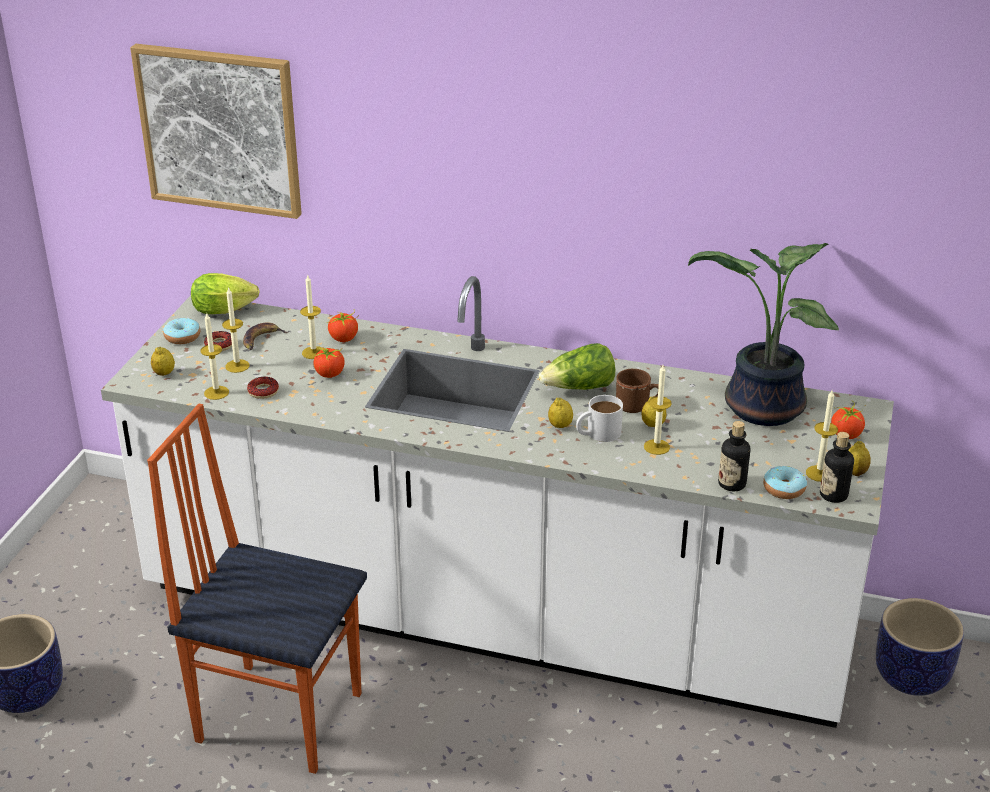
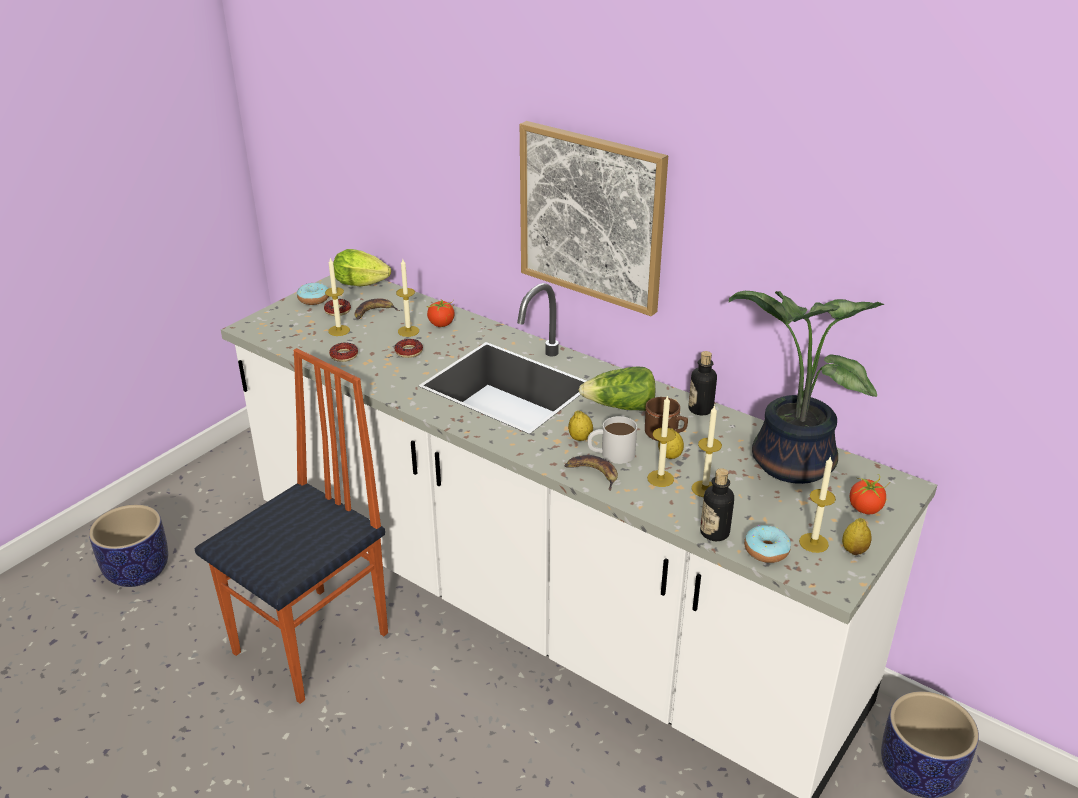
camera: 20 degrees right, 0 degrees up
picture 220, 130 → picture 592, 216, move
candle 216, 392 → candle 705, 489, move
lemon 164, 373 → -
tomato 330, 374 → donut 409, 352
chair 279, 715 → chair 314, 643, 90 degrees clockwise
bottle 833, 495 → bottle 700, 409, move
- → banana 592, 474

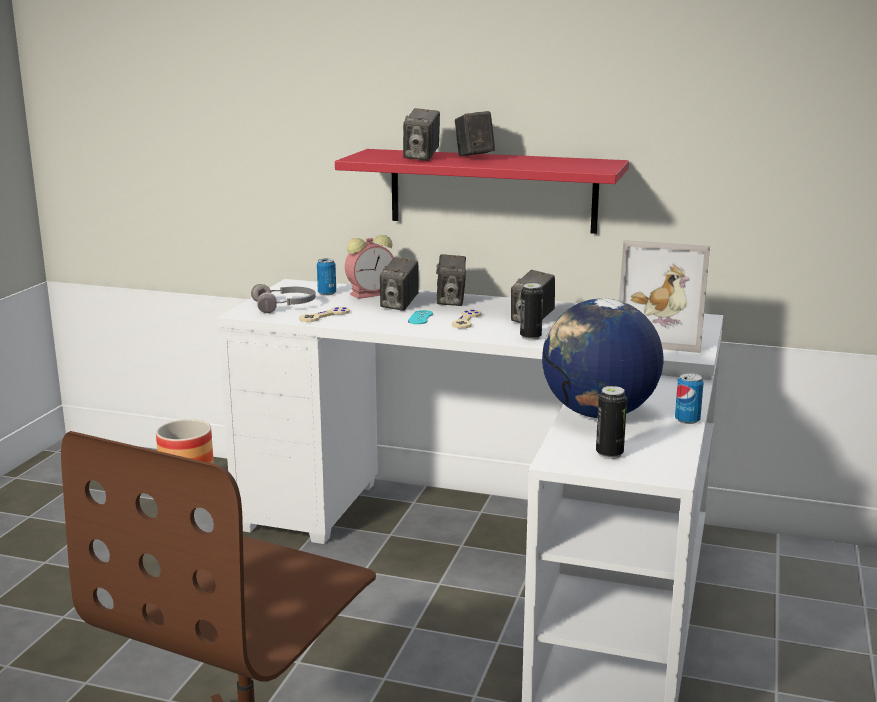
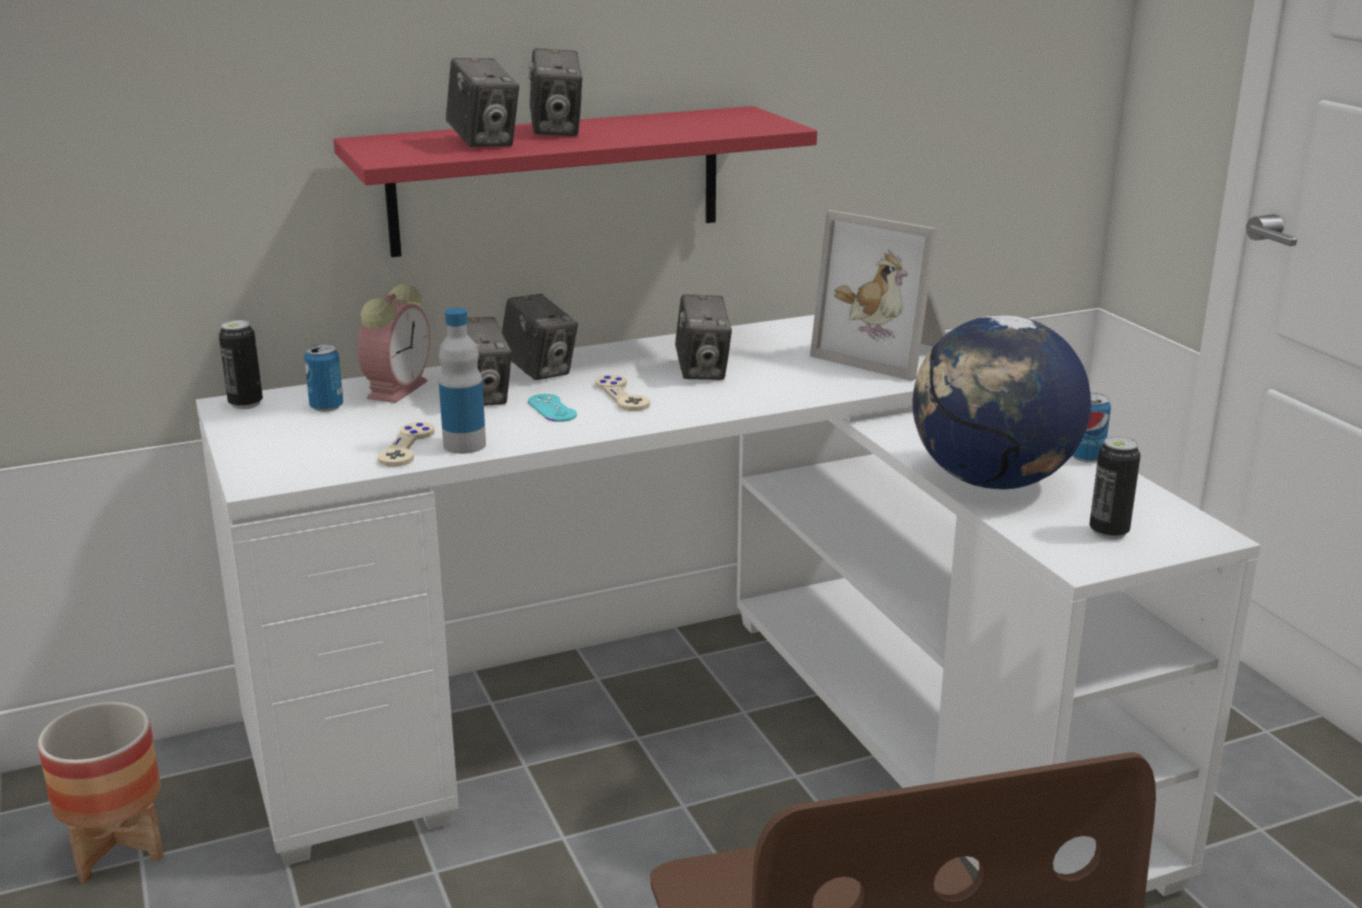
camera: 40 degrees left, 5 degrees up
photo camera 474, 158 → photo camera 556, 131, 135 degrees counterclockwise
picture frame 661, 337 → picture frame 888, 353, 60 degrees clockwise
can 530, 337 → can 245, 404, move
grey headphones 285, 305 → -
- → bottle 464, 445

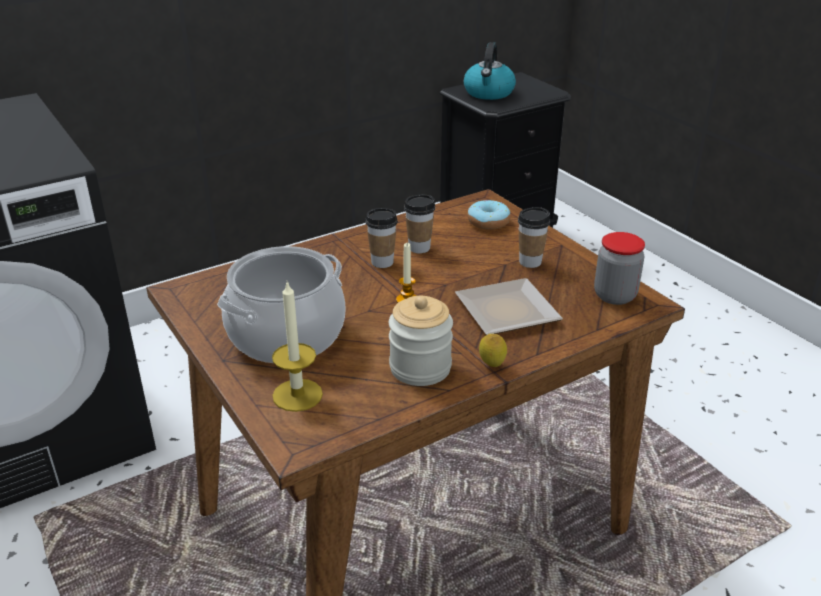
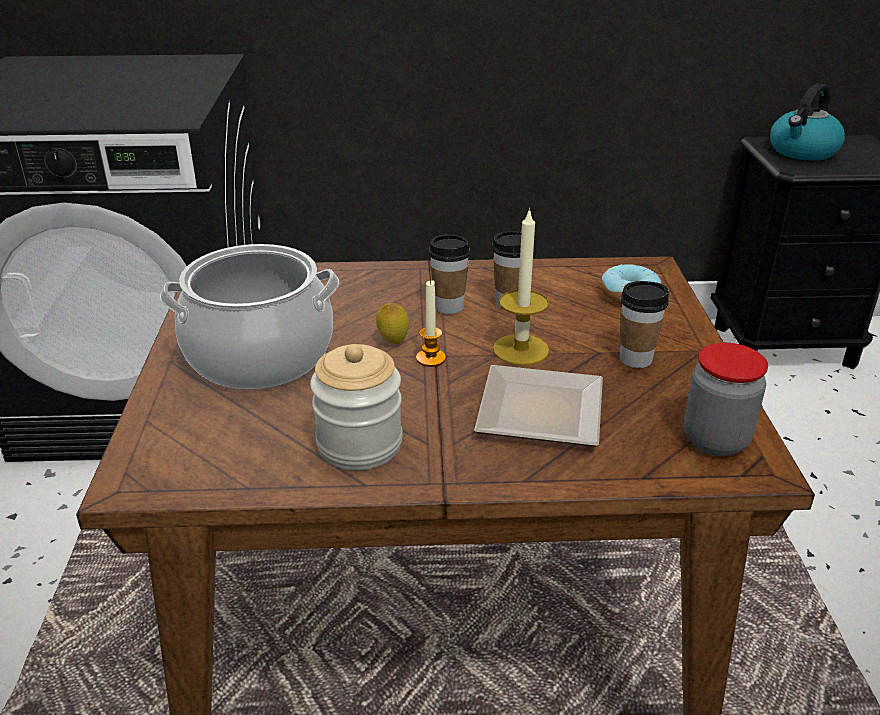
camera: 30 degrees right, 0 degrees up
candle 297, 395 → candle 521, 349, move
lemon 492, 365 → lemon 393, 342, move

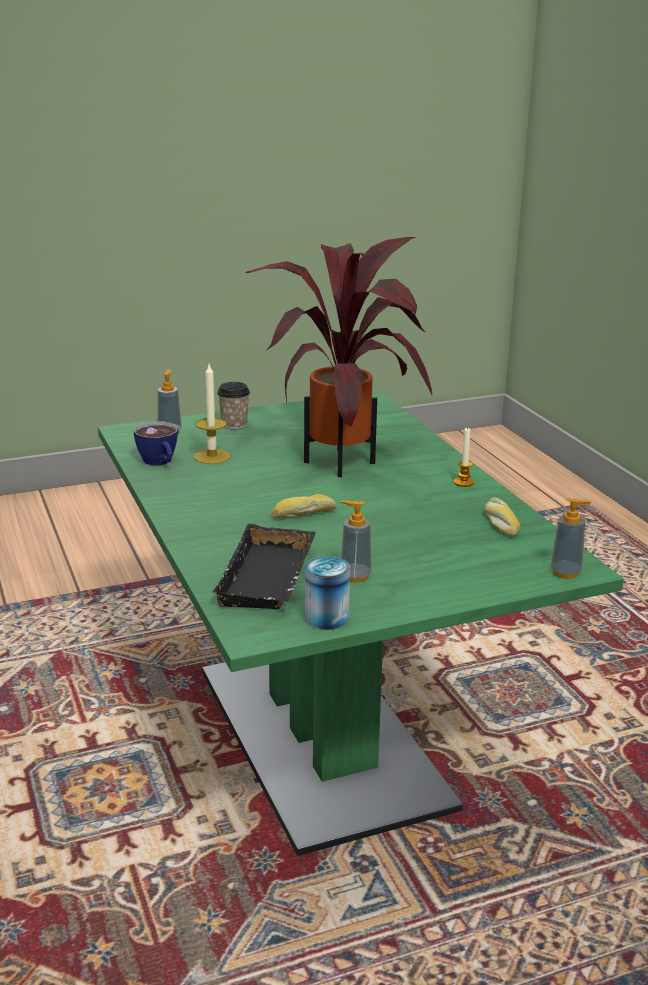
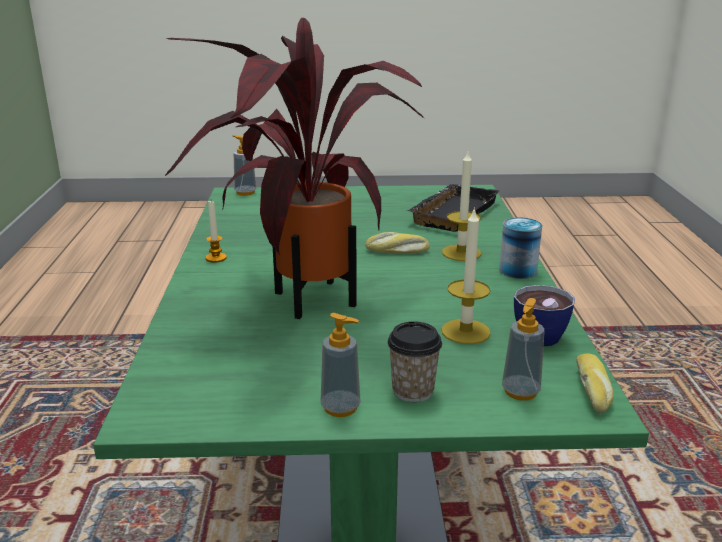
camera: 160 degrees left, 0 degrees up
bread 499, 523 → bread 594, 390, move
soap dispenser 355, 576 → soap dispenser 340, 407, move
can 326, 618 → can 518, 270, move
- → candle 461, 253

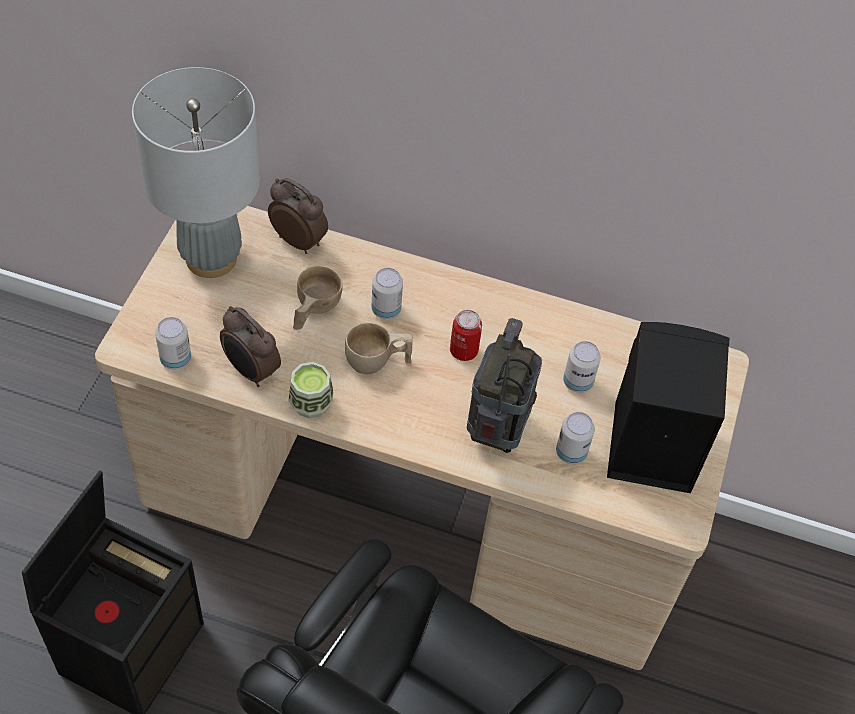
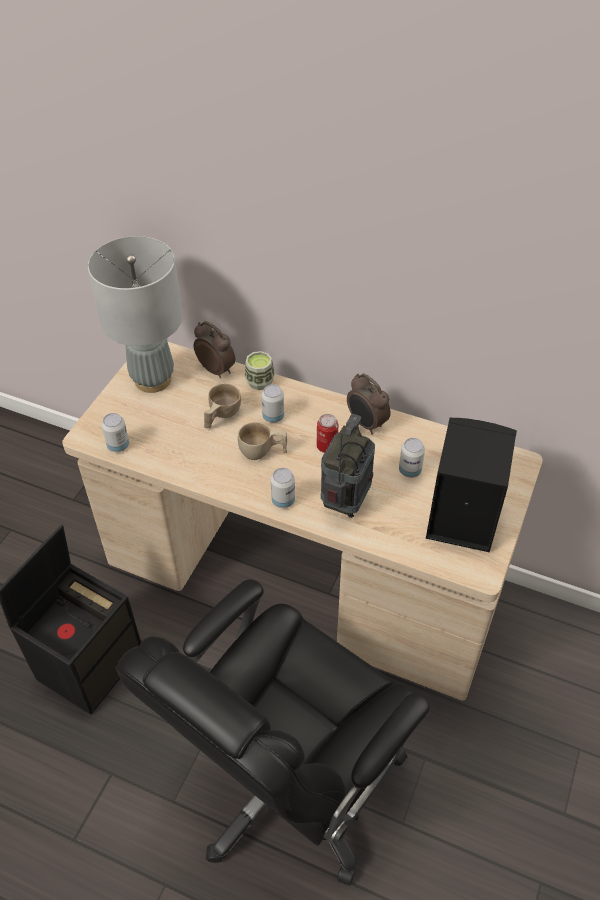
camera: 10 degrees right, 5 degrees down
alarm clock 251, 371 → alarm clock 366, 424, move
cup 311, 404 → cup 260, 382, move
can 571, 452 → can 283, 500, move

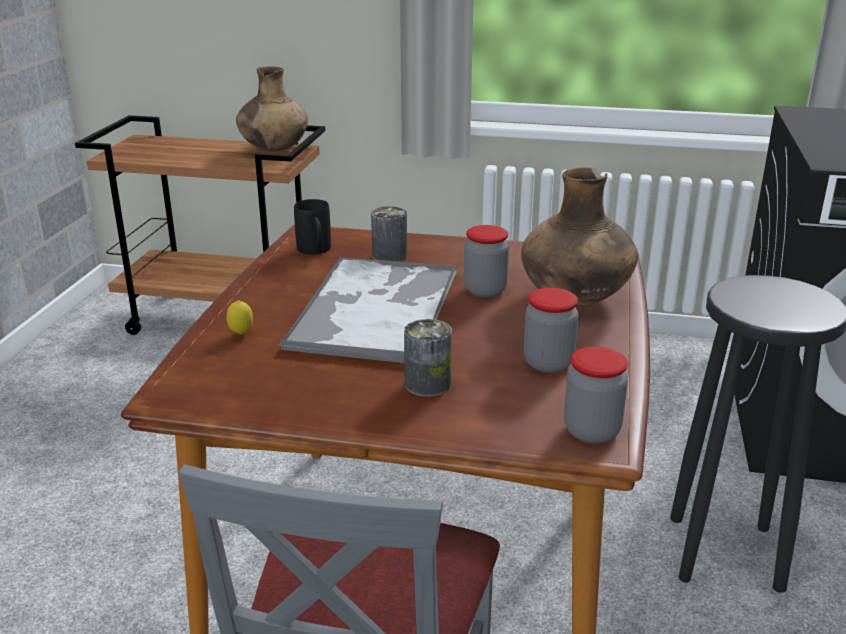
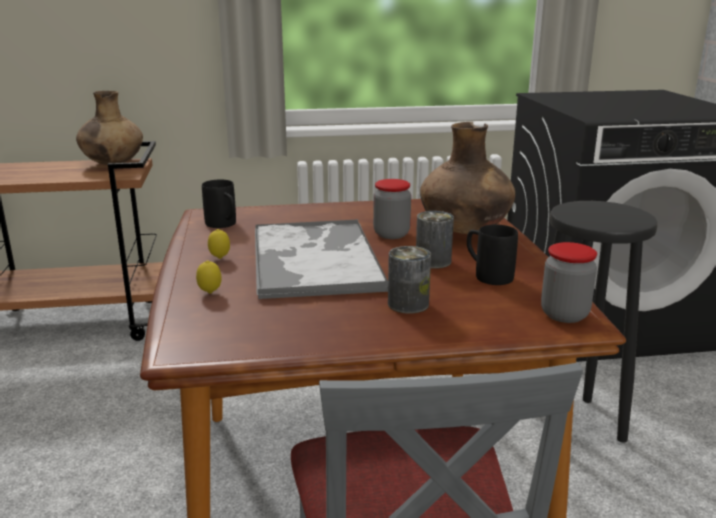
camera: 20 degrees left, 5 degrees down
can 389, 256 → can 433, 261, move
jar 548, 363 → black mug 487, 275
- → lemon 220, 258

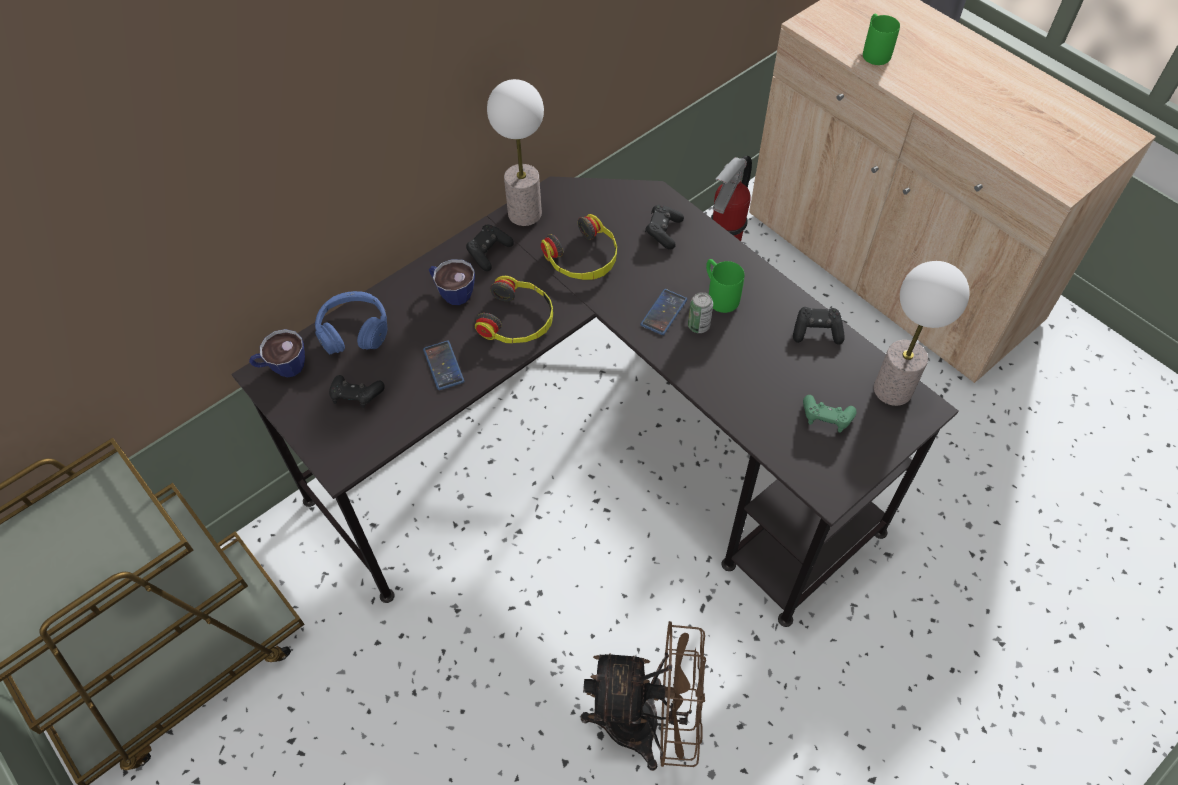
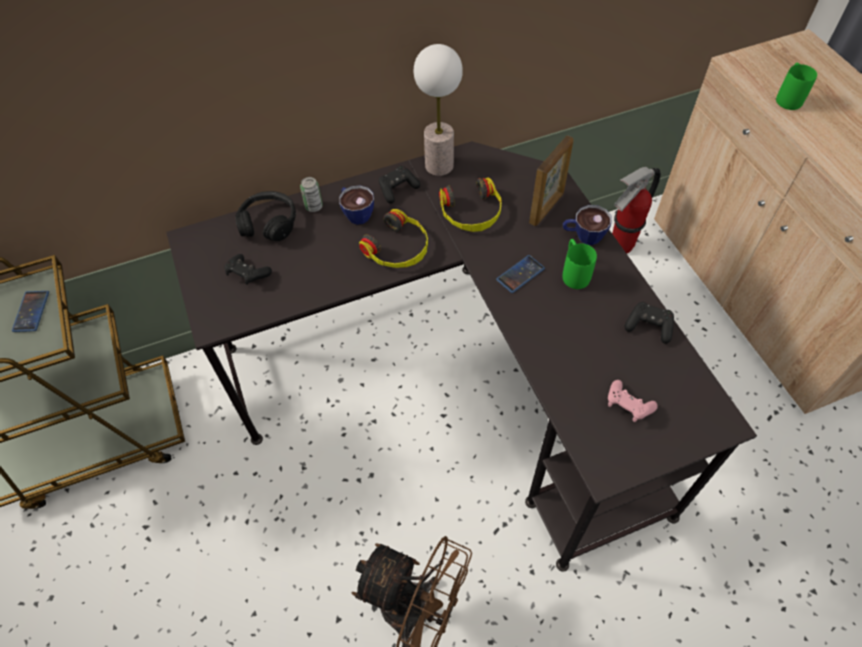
camera: 20 degrees right, 0 degrees up
black game controller 663, 232 → picture frame 547, 208
table lamp 892, 390 → -
blue headphones 354, 330 → black headphones 269, 223
can 698, 326 → can 314, 206, move
cup 282, 367 → cup 583, 236, move
phone 443, 365 → phone 31, 311, move
green game controller 826, 419 → pink game controller 627, 406

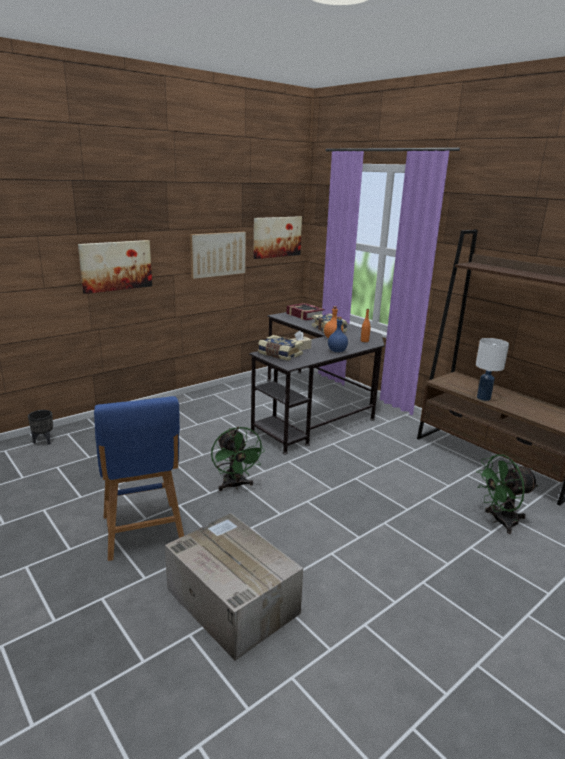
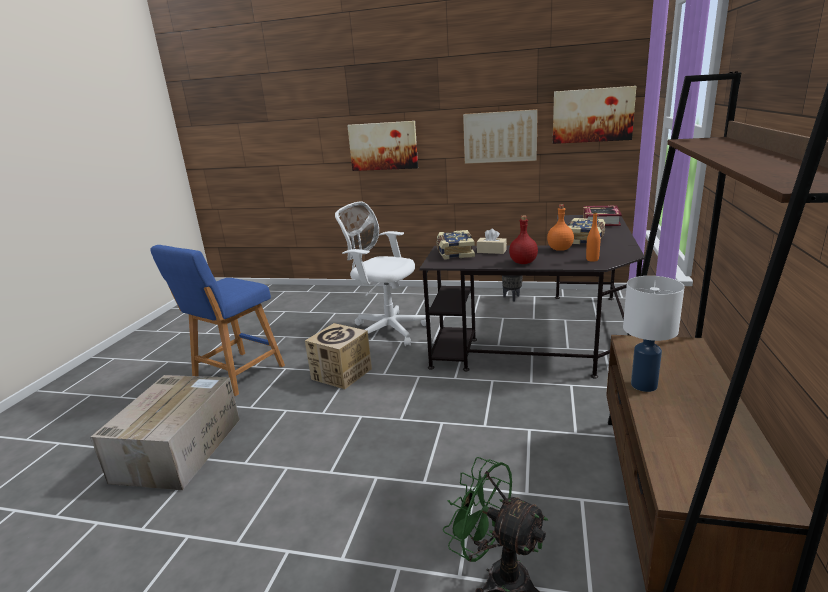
camera: 55 degrees right, 0 degrees up
blue bottle 337, 351 → red bottle 523, 263
black planter 44, 441 → black planter 512, 298, move
green fan 235, 485 → cardboard box 341, 374
- → white office chair 387, 329

